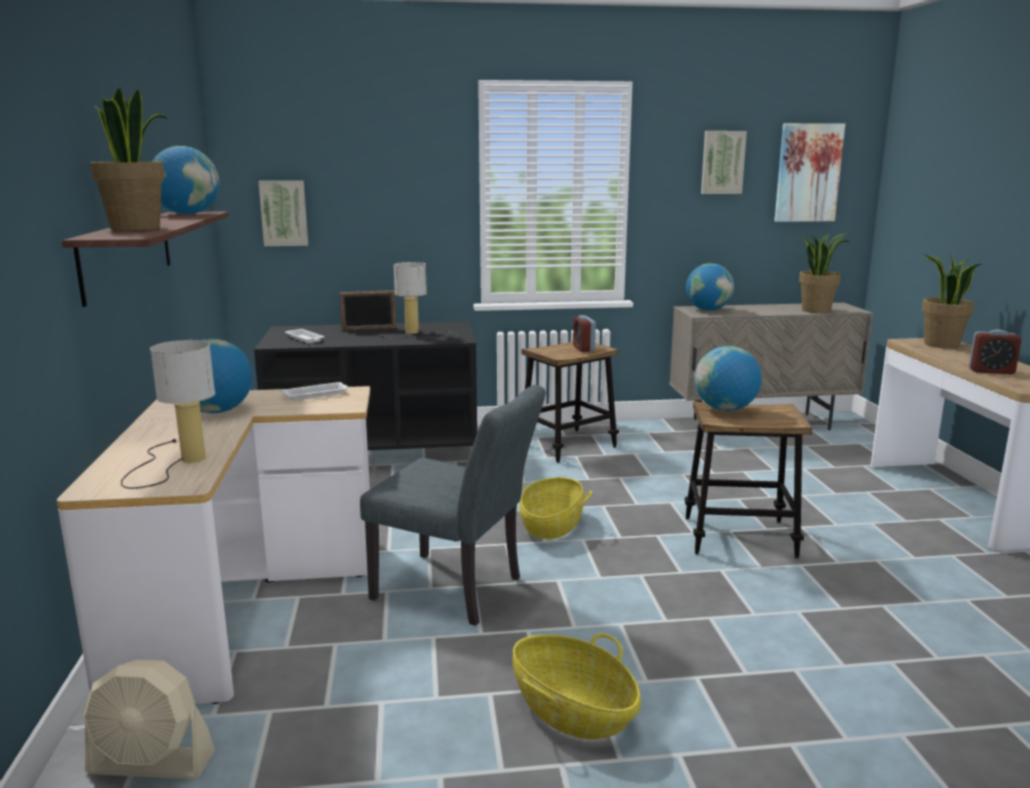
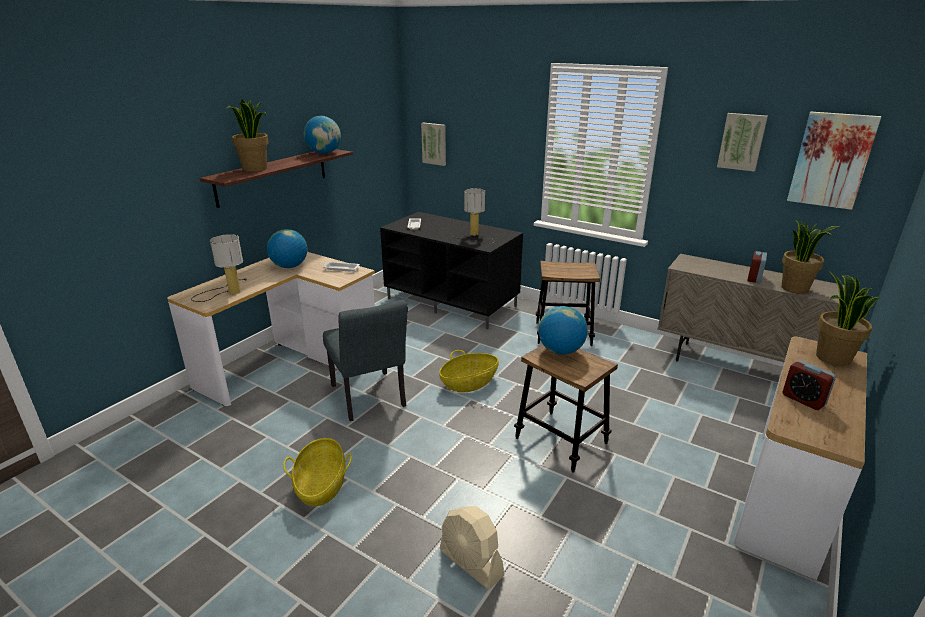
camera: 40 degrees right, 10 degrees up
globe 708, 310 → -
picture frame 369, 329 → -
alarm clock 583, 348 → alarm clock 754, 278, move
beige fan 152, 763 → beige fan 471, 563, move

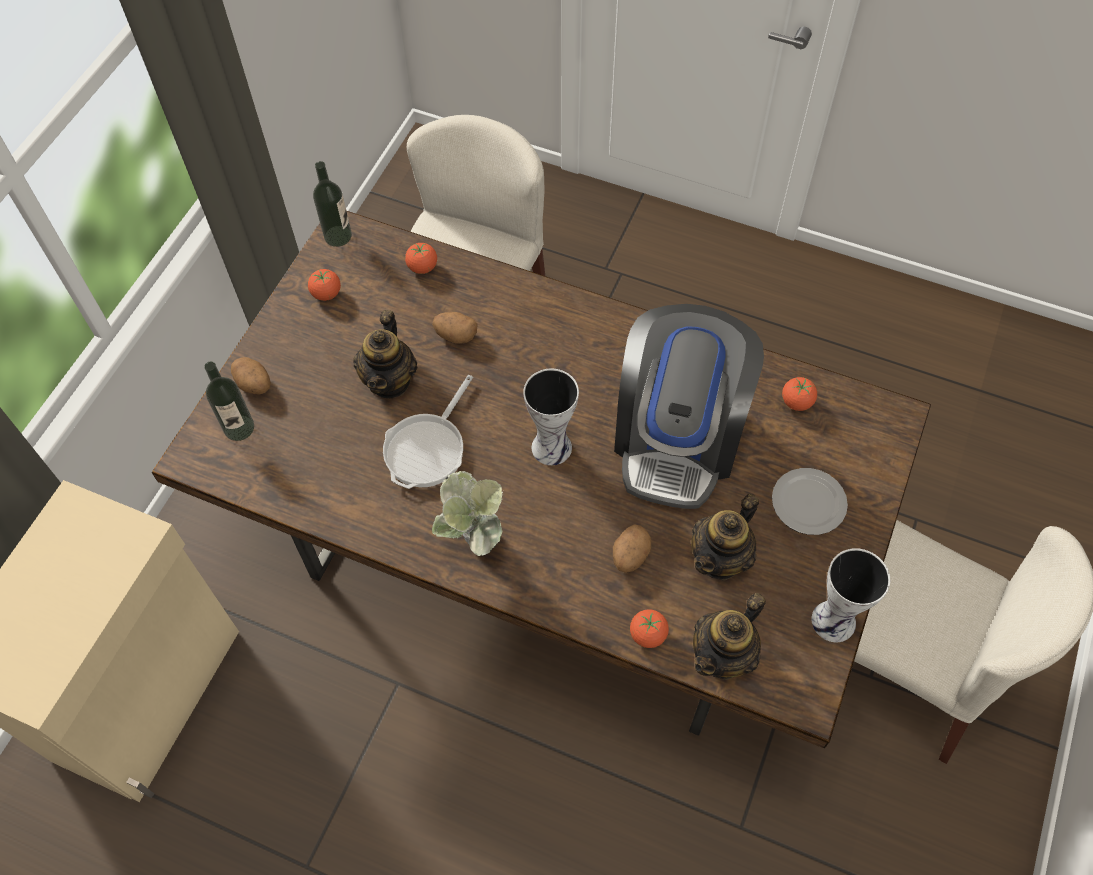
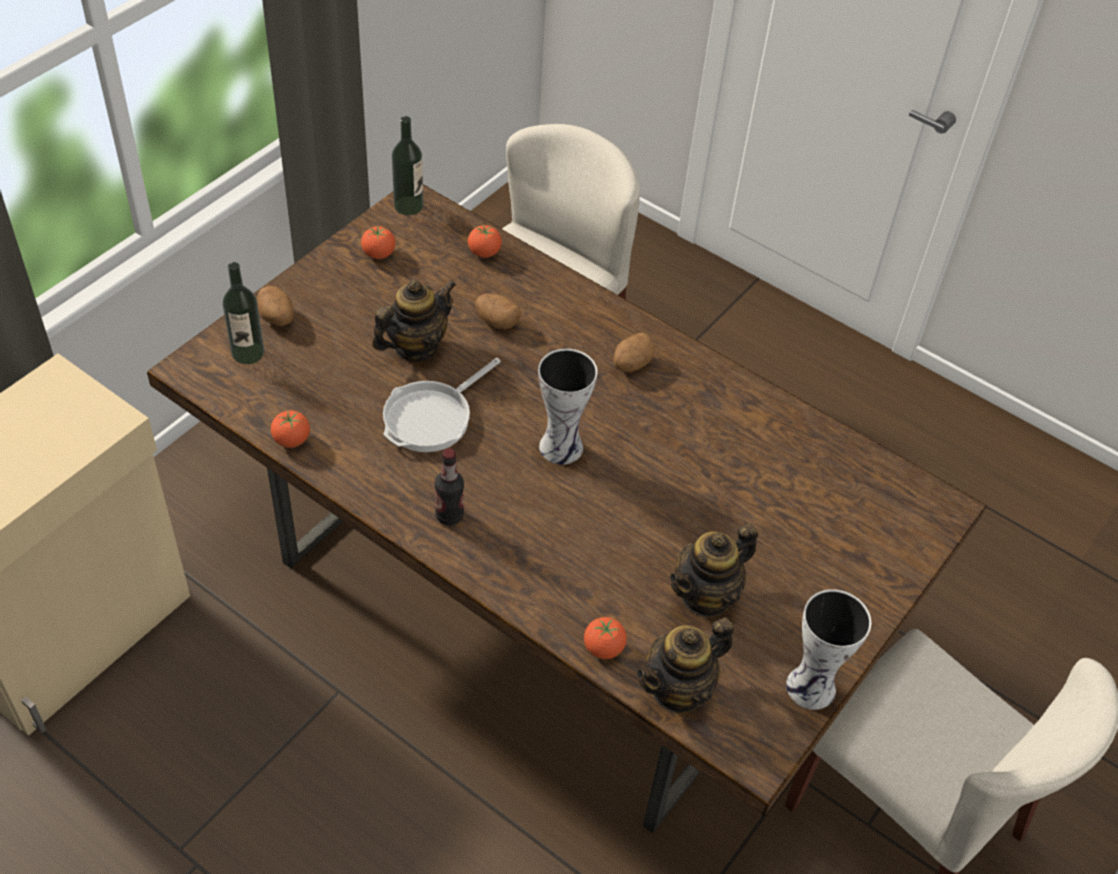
camera: 10 degrees right, 10 degrees down
coffee machine 678, 438 → -
teapot 390, 380 → teapot 415, 346, 150 degrees counterclockwise
tomato 796, 402 → tomato 291, 440, move
plate 808, 504 → -
potted plant 474, 543 → bottle 449, 515
potato 630, 556 → potato 631, 364, move

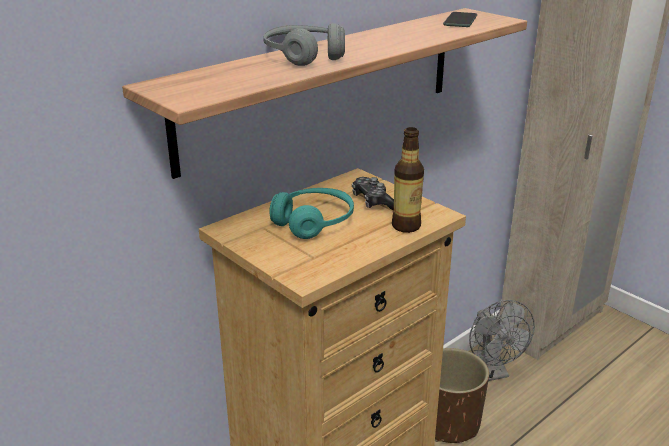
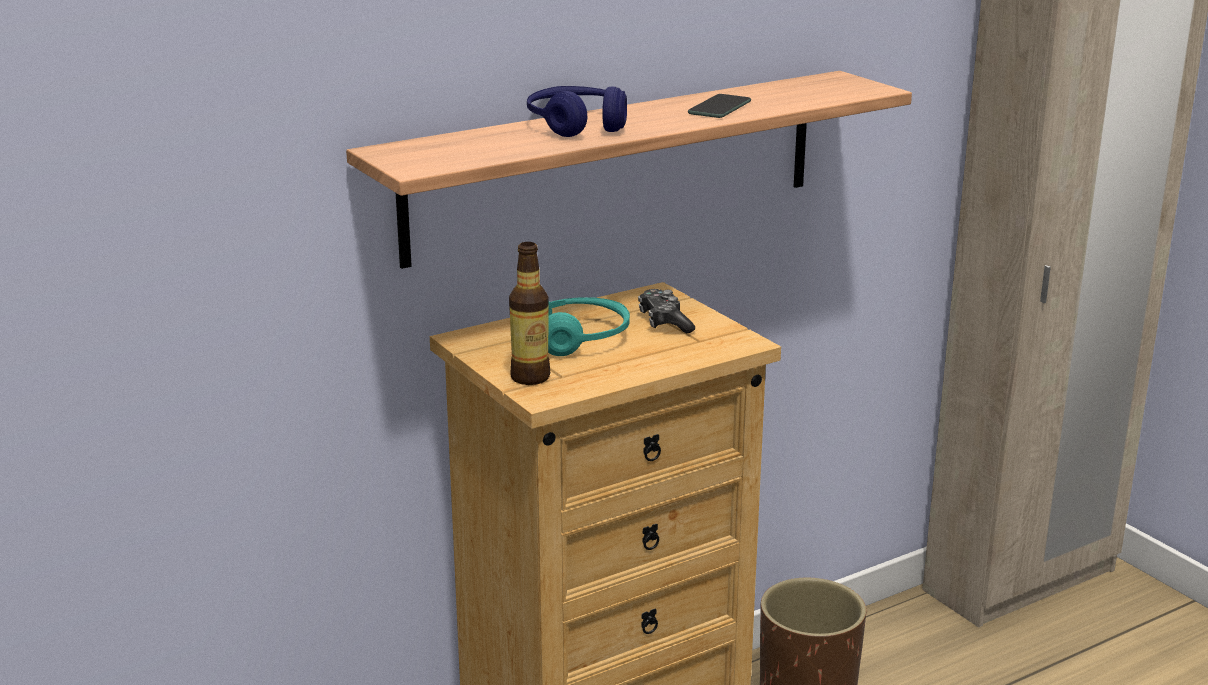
camera: 10 degrees right, 5 degrees down
phone 460, 20 → phone 719, 107, move
grey headphones 304, 56 → blue headphones 577, 125
bottle 406, 226 → bottle 530, 377, move
grey fan 493, 371 → -

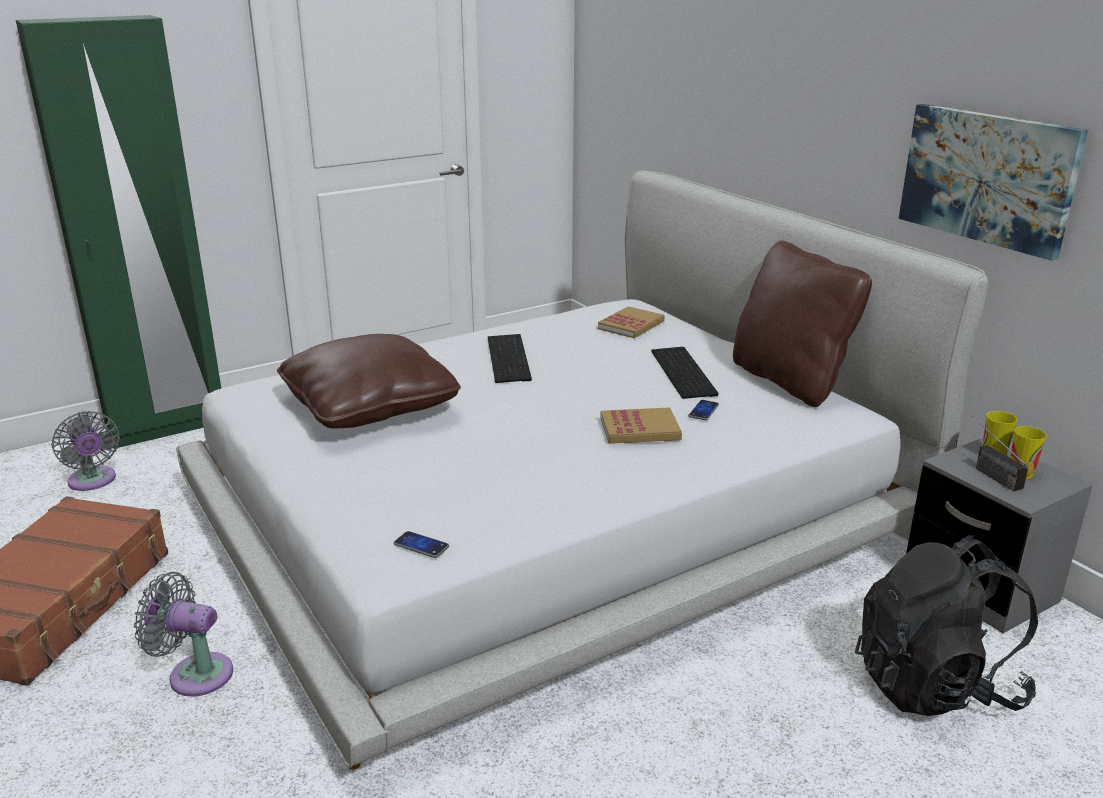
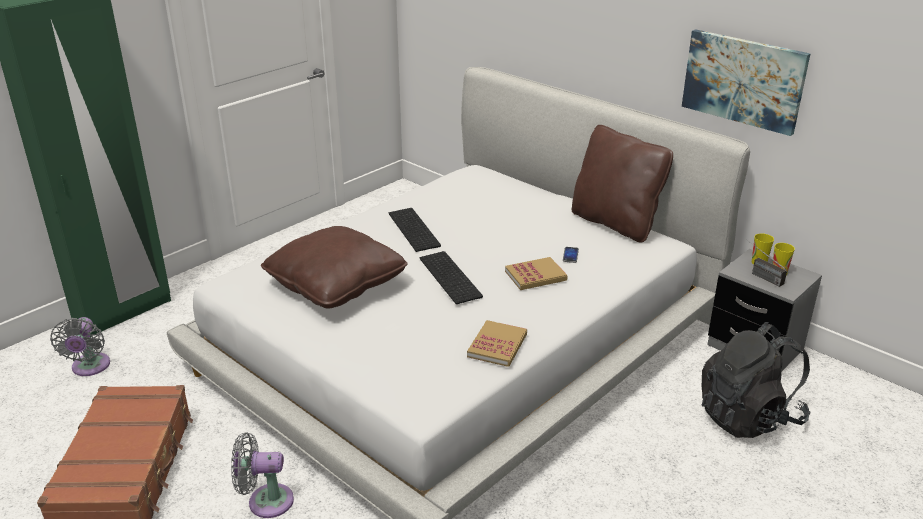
camera: 15 degrees left, 5 degrees up
book 631, 325 → book 497, 345, move
keyboard 685, 372 → keyboard 452, 277, move
grey fan 93, 481 → grey fan 90, 367, 45 degrees clockwise
phone 421, 545 → -

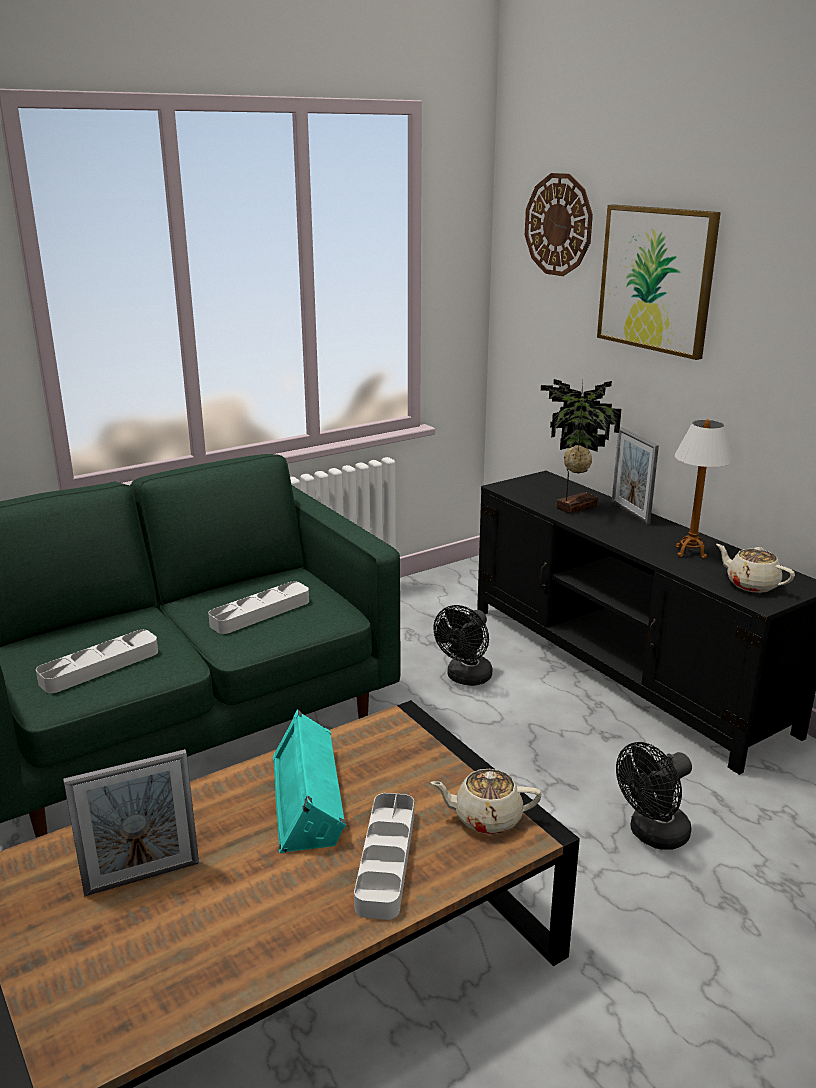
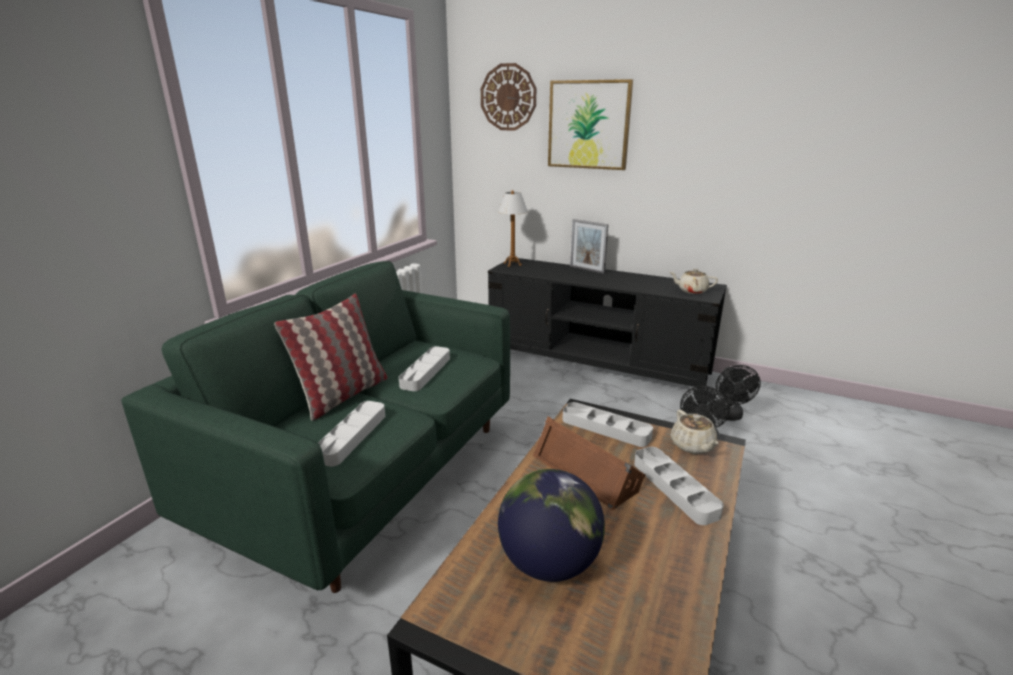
camera: 30 degrees left, 0 degrees up
potted plant 574, 506 → -
table lamp 690, 552 → table lamp 512, 264, move
black fan 466, 678 → black fan 727, 416, move
turquoise speaker 310, 797 → brown speaker 587, 471
picture frame 142, 877 → globe 549, 562
beige teapot 486, 818 → beige teapot 692, 446, 75 degrees counterclockwise
- → pillow 342, 395
- → grey tray 605, 428

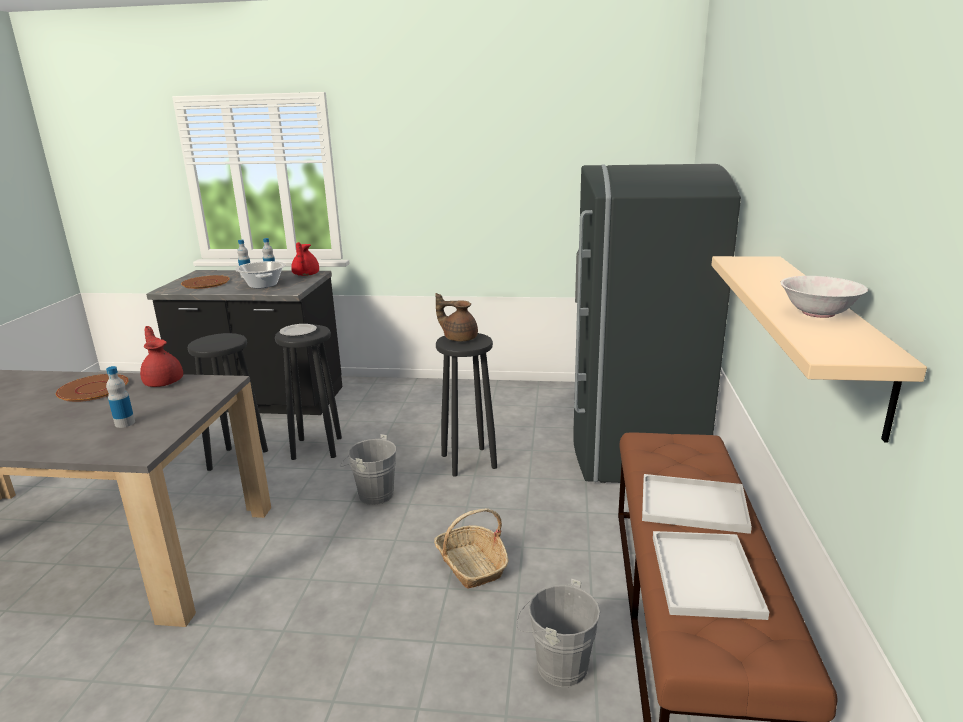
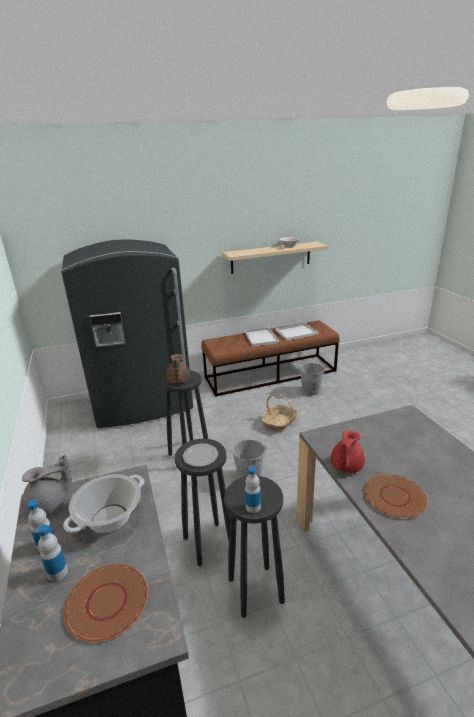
camera: 115 degrees left, 5 degrees up
red teapot 305, 275 → grey teapot 50, 505
bottle 125, 423 → bottle 253, 507, move

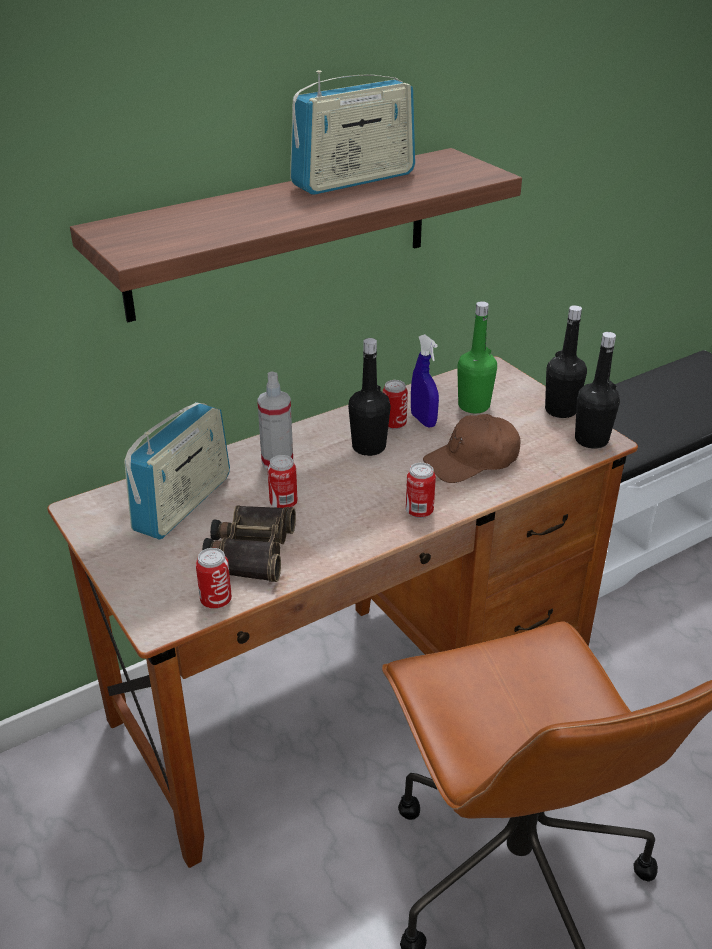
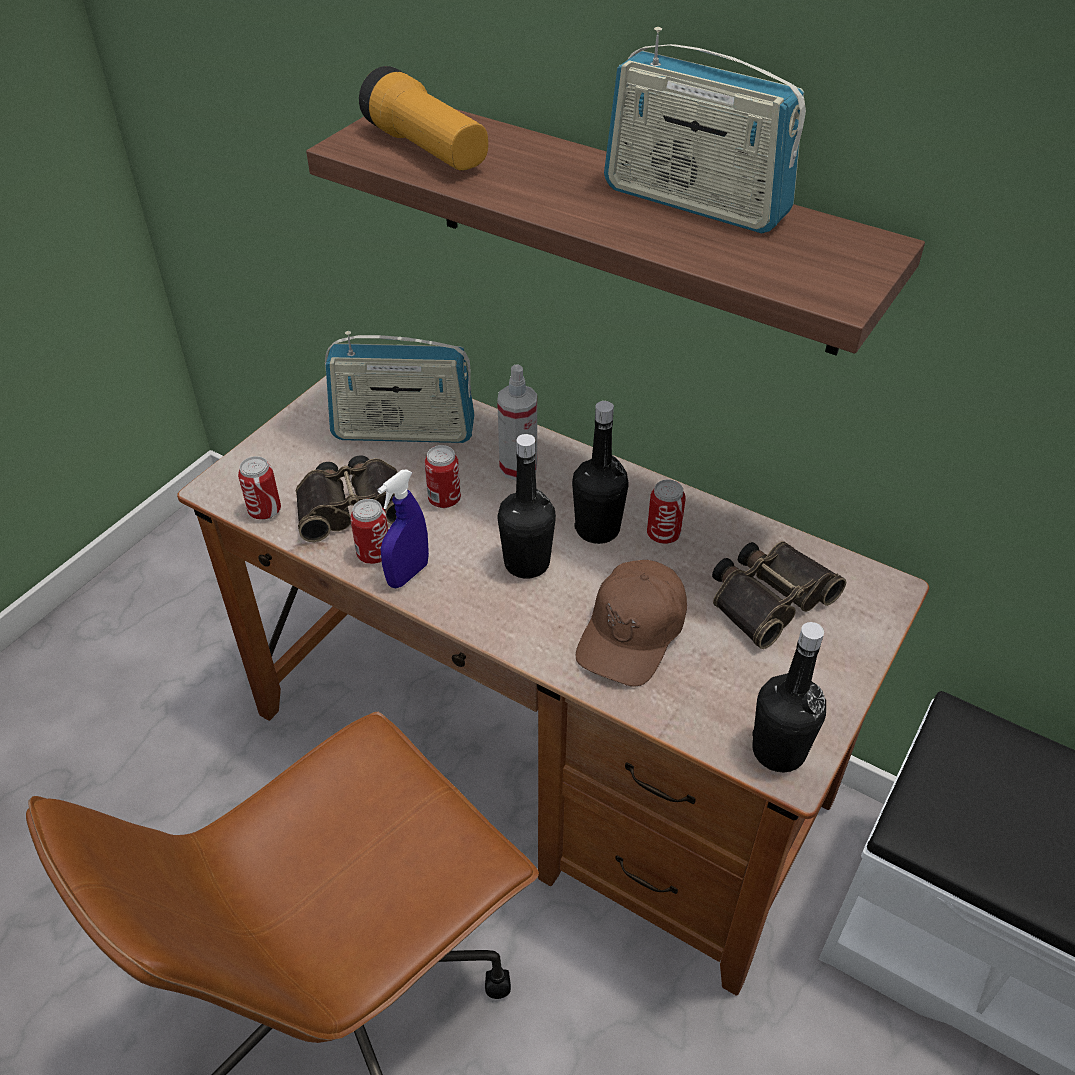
camera: 65 degrees right, 10 degrees up
green bottle 474, 406 → binoculars 768, 597
black bottle 560, 410 → black bottle 527, 563, move
blue spray bottle 423, 420 → blue spray bottle 408, 574, move
brown cap 472, 461 → brown cap 632, 633, 105 degrees counterclockwise
can 419, 511 → can 374, 554, move
- → flashlight 426, 149

